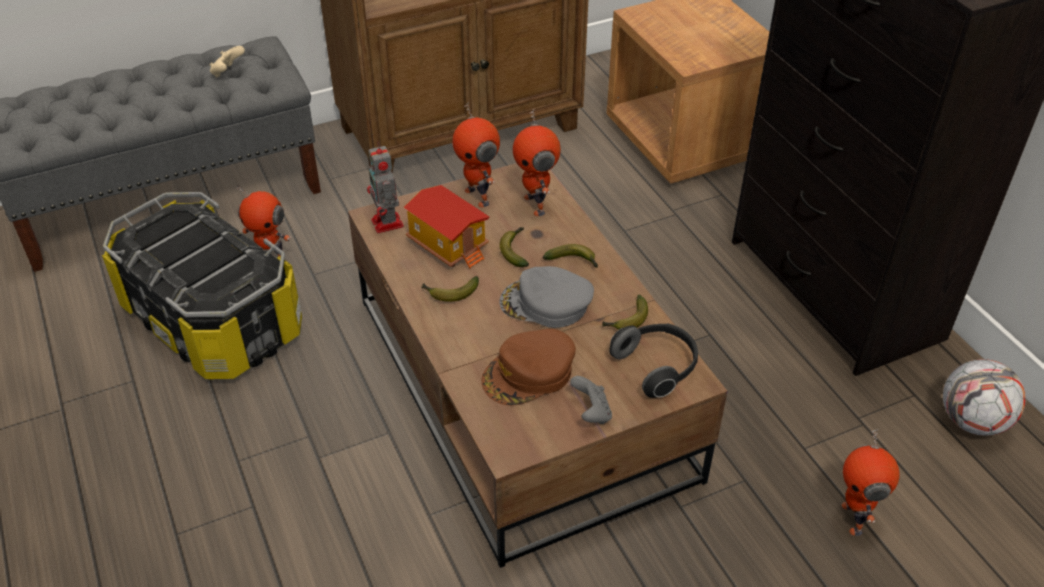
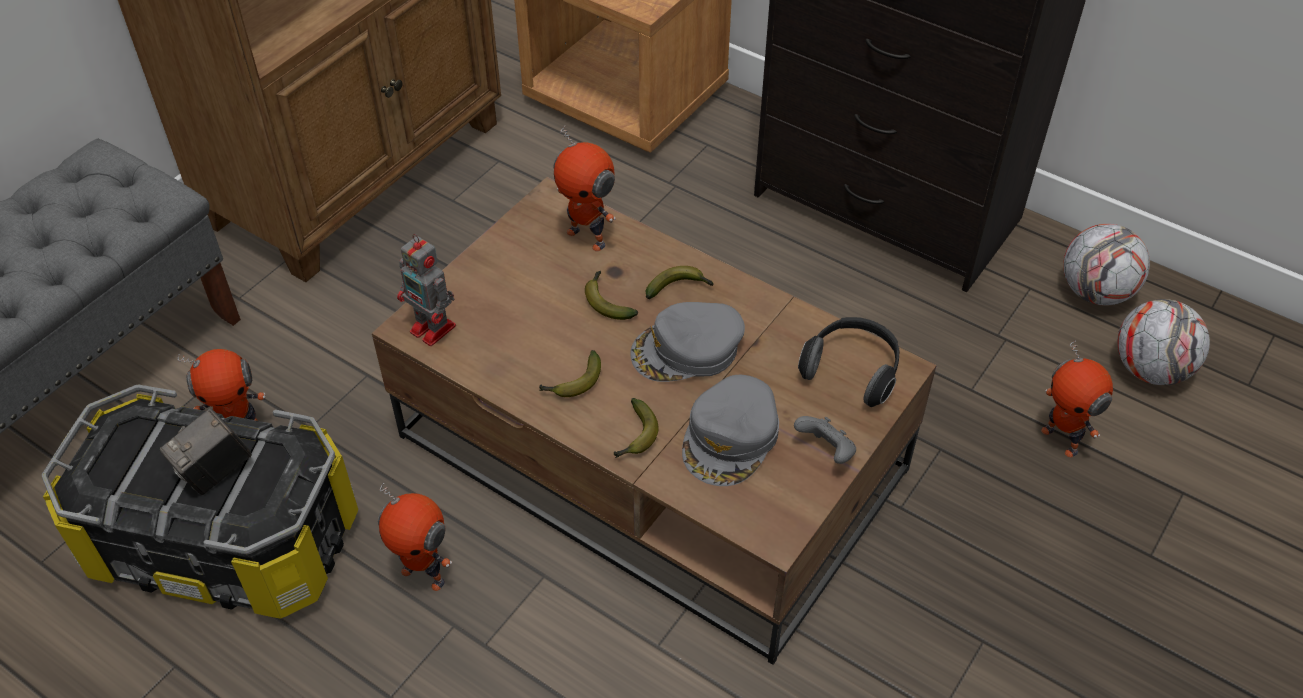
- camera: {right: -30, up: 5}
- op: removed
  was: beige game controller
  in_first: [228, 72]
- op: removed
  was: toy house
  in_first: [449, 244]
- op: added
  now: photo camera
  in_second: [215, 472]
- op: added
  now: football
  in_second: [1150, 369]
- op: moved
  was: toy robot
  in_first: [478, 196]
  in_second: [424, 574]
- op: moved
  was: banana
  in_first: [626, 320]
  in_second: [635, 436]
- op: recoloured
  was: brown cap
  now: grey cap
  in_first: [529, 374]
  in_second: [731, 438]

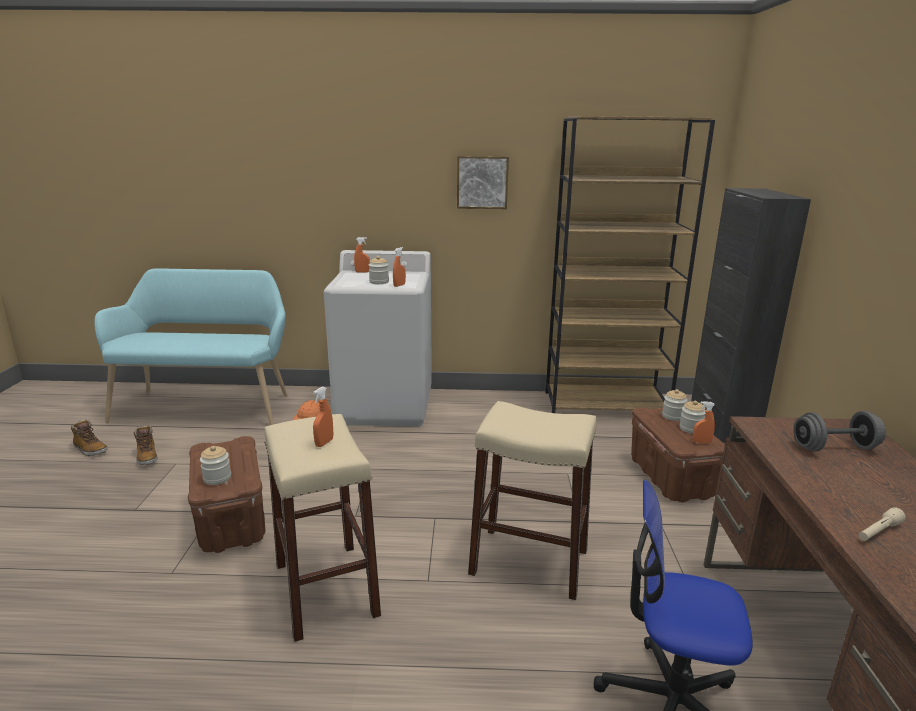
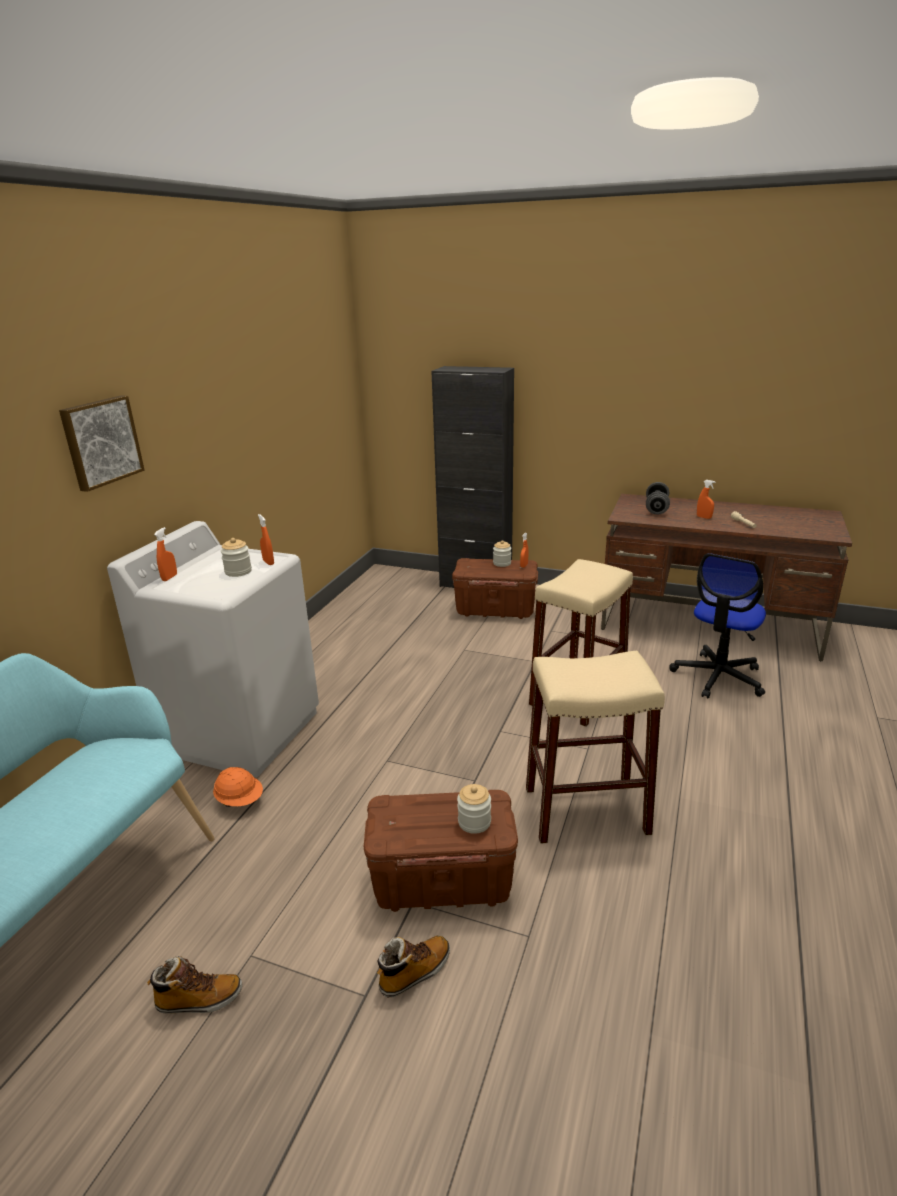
- camera: {right: -70, up: 5}
- op: removed
  was: brown bookcase
  in_first: [605, 405]
- op: removed
  was: jar
  in_first: [673, 416]
- op: moved
  was: boot
  in_first: [90, 450]
  in_second: [415, 972]
- op: moved
  was: orange spray bottle
  in_first: [324, 443]
  in_second: [704, 517]
- op: moved
  was: picture
  in_first: [482, 182]
  in_second: [101, 442]

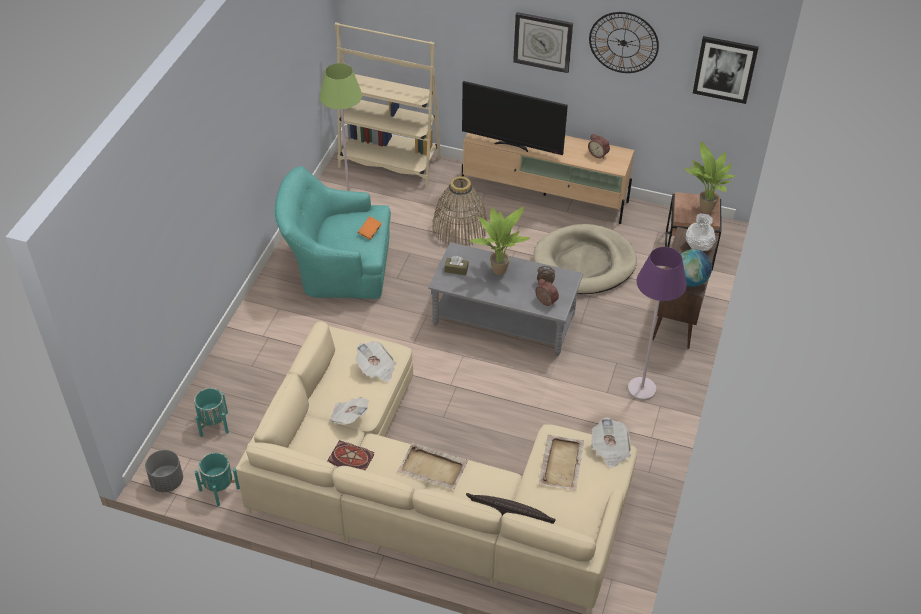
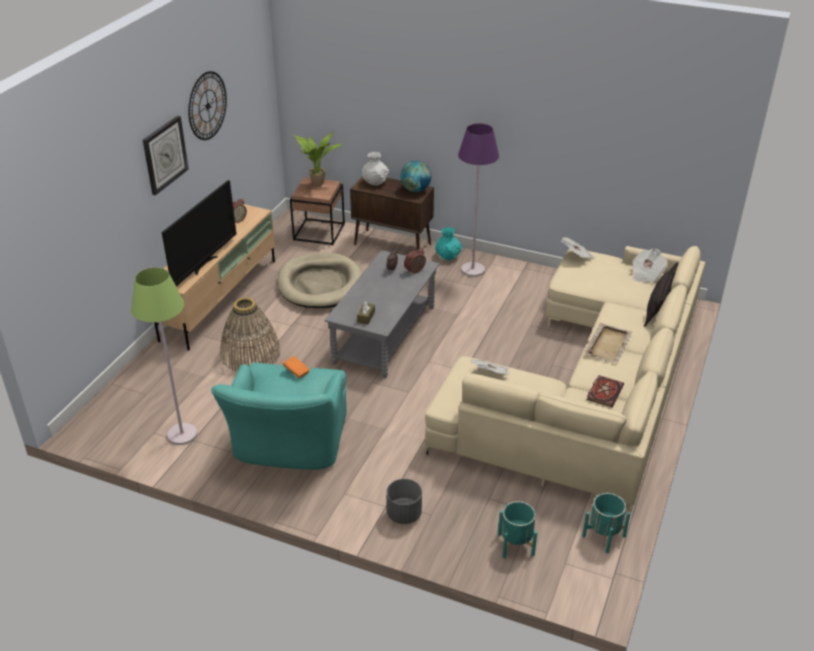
- camera: {right: -85, up: -10}
- op: removed
  was: beige bookcase
  in_first: [389, 162]
- op: removed
  was: potted plant
  in_first: [498, 269]
- op: removed
  was: beige tray
  in_first: [561, 463]
- op: removed
  was: picture
  in_first: [725, 69]
- op: added
  now: turquoise vase
  in_second: [448, 256]
- op: moved
  was: grey planter
  in_first: [167, 481]
  in_second: [404, 514]
- op: moved
  was: newspaper
  in_first: [349, 417]
  in_second: [646, 274]

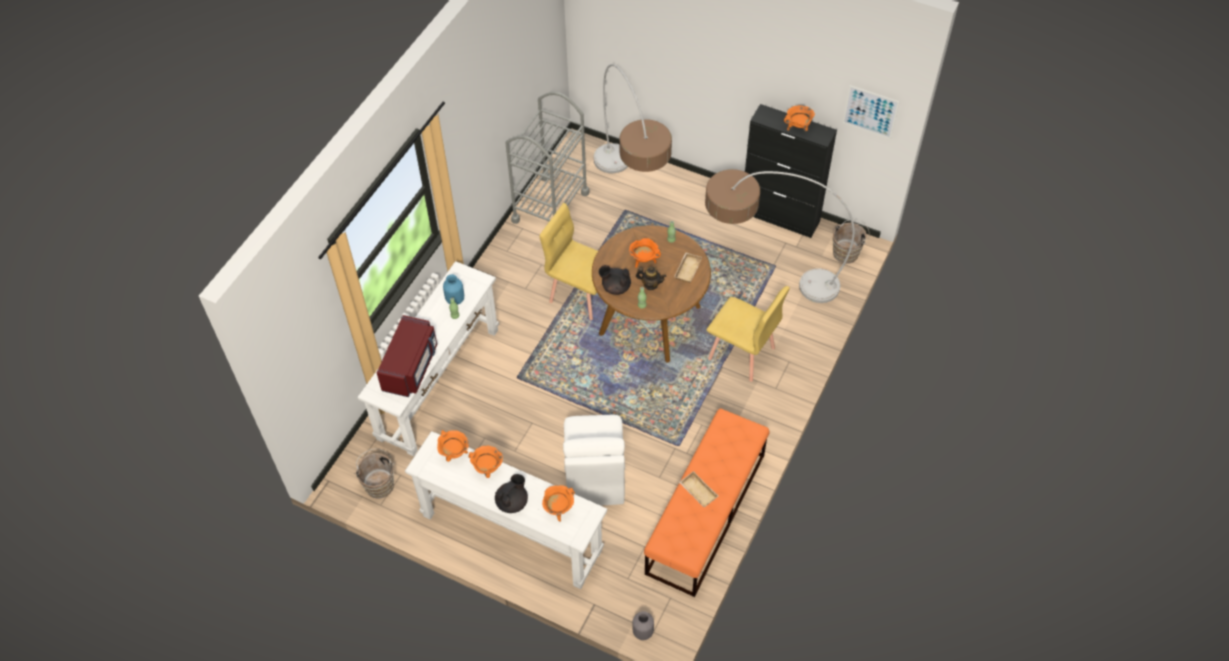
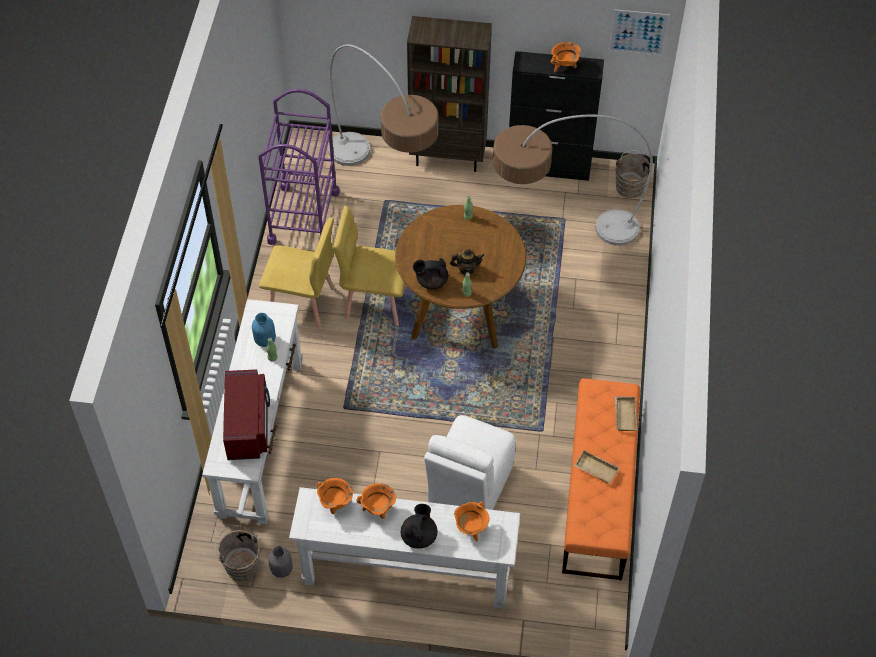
- camera: {right: -20, up: 0}
- op: removed
  was: orange cooking pot
  in_first: [644, 261]
- op: added
  now: brown bookcase
  in_second: [448, 157]
- op: moved
  was: grey vase
  in_first: [642, 631]
  in_second: [281, 569]
- op: moved
  was: beige tray
  in_first: [687, 269]
  in_second: [624, 415]
- op: moved
  was: yellow chair
  in_first: [741, 354]
  in_second: [302, 303]
- op: recoloured
  was: grey cart
  now: purple cart
  in_first: [550, 206]
  in_second: [303, 217]
- op: turned
  was: white chair
  in_first: [594, 476]
  in_second: [469, 488]
  clockwise: 45

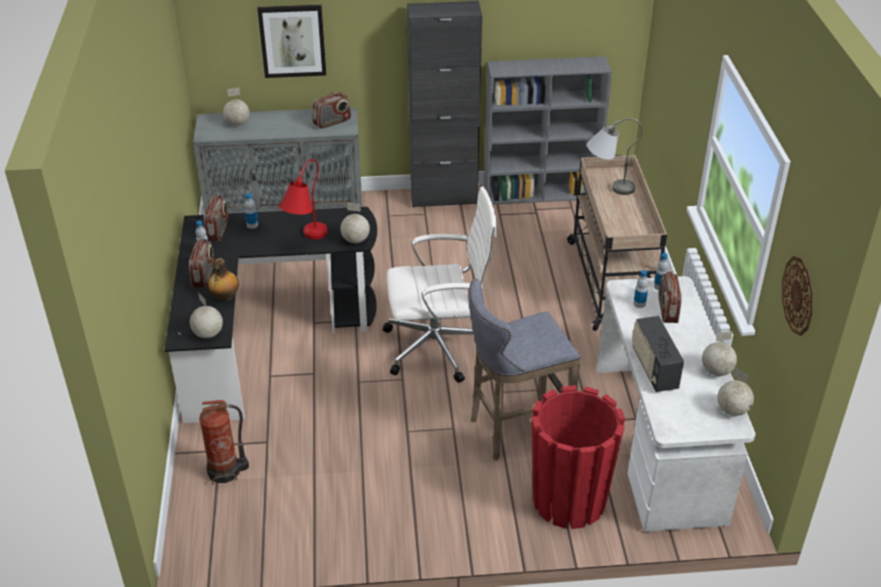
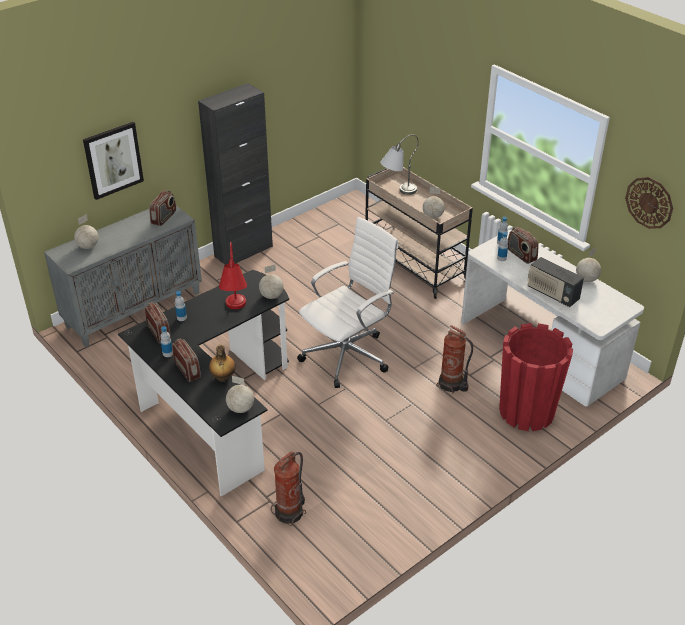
- camera: {right: -35, up: 0}
- op: removed
  was: grey bookcase
  in_first: [541, 193]
- op: moved
  was: globe
  in_first: [732, 410]
  in_second: [432, 216]
- op: replaced
  was: grey stool
  now: fire extinguisher
  in_first: [515, 430]
  in_second: [451, 385]

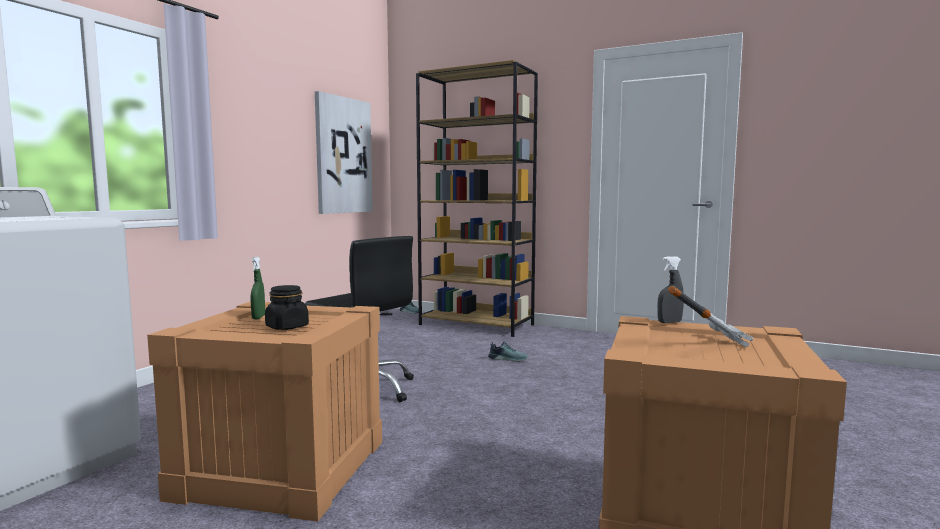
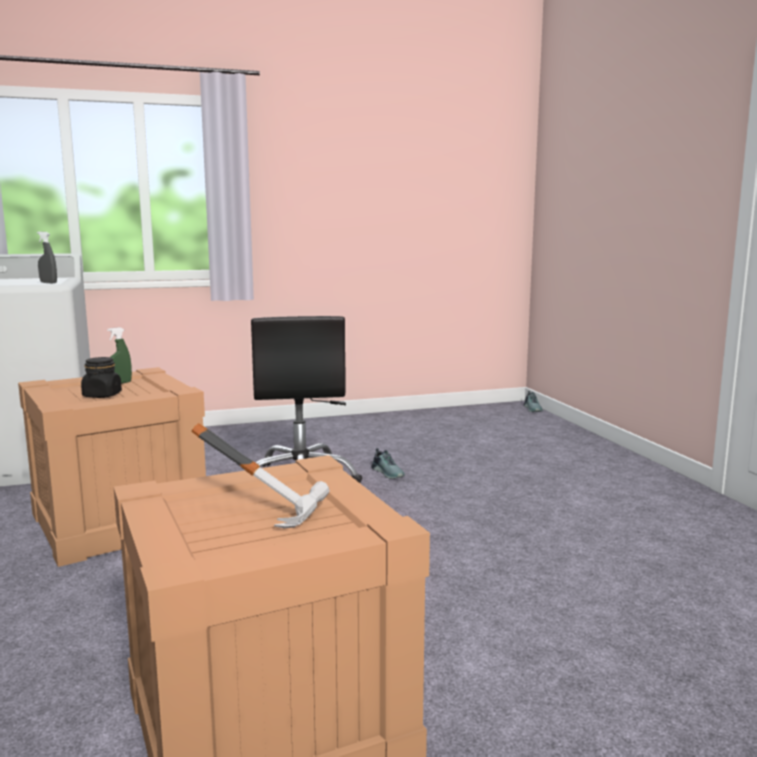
- camera: {right: 45, up: 5}
- op: removed
  was: picture
  in_first: [343, 155]
- op: removed
  was: brown bookcase
  in_first: [477, 324]
- op: moved
  was: shoe
  in_first: [508, 359]
  in_second: [389, 473]
- op: moved
  was: grey spray bottle
  in_first: [669, 322]
  in_second: [48, 283]

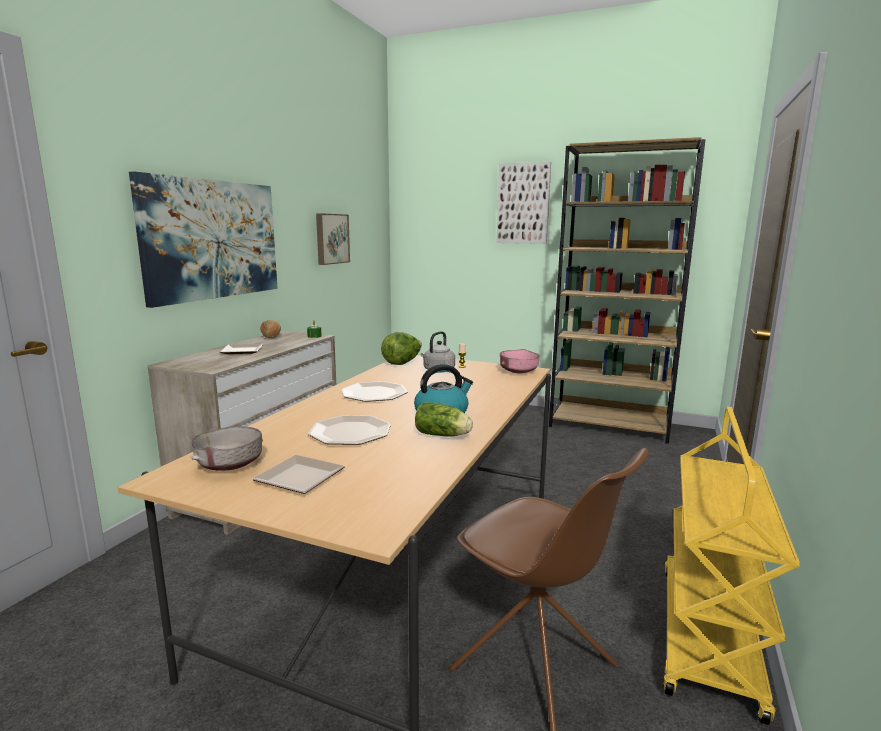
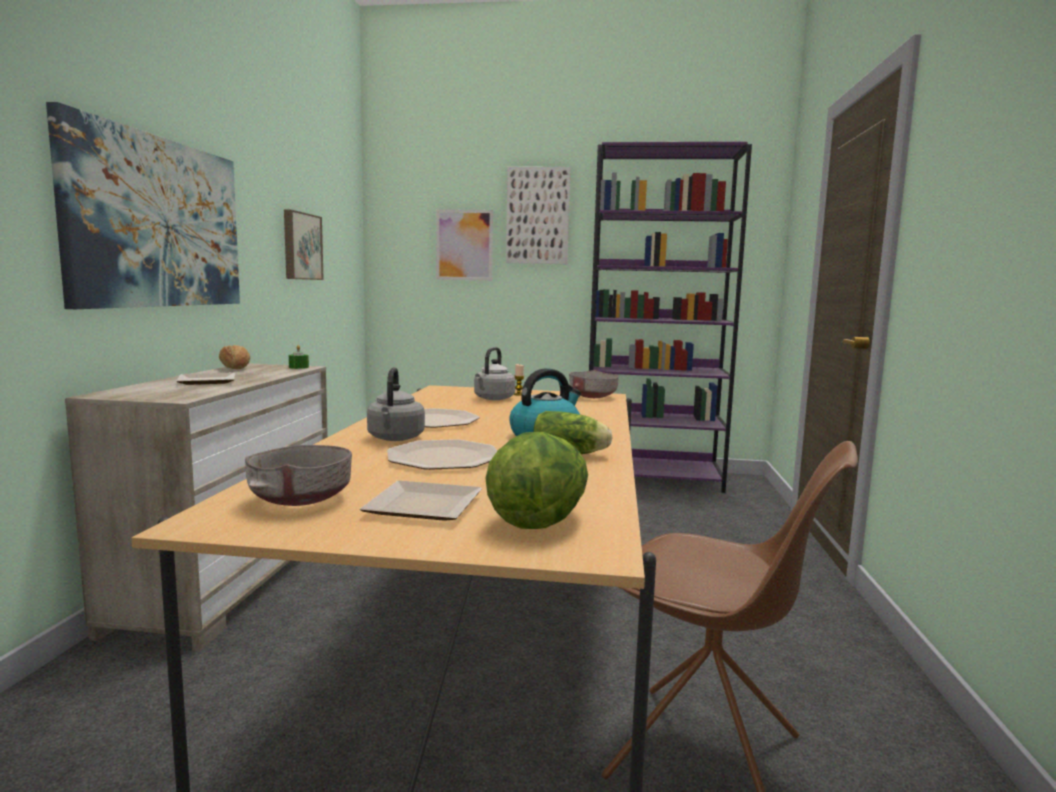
- camera: {right: -15, up: -5}
- op: removed
  was: yellow cart
  in_first: [709, 638]
- op: added
  now: grey kettle
  in_second: [395, 439]
- op: added
  now: picture
  in_second: [464, 245]
- op: moved
  was: lettuce
  in_first: [402, 363]
  in_second: [539, 519]
- op: recoloured
  was: pink bowl
  now: grey bowl
  in_first: [518, 371]
  in_second: [592, 397]
- op: recoloured
  was: brown bookcase
  now: purple bookcase
  in_first: [610, 425]
  in_second: [652, 478]

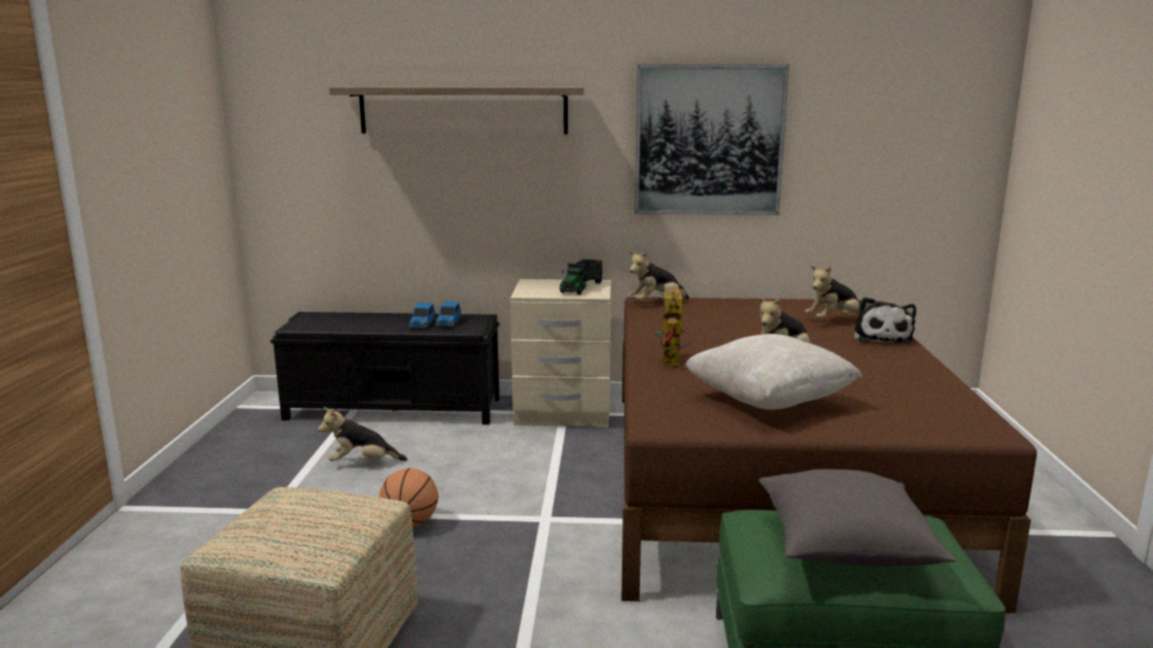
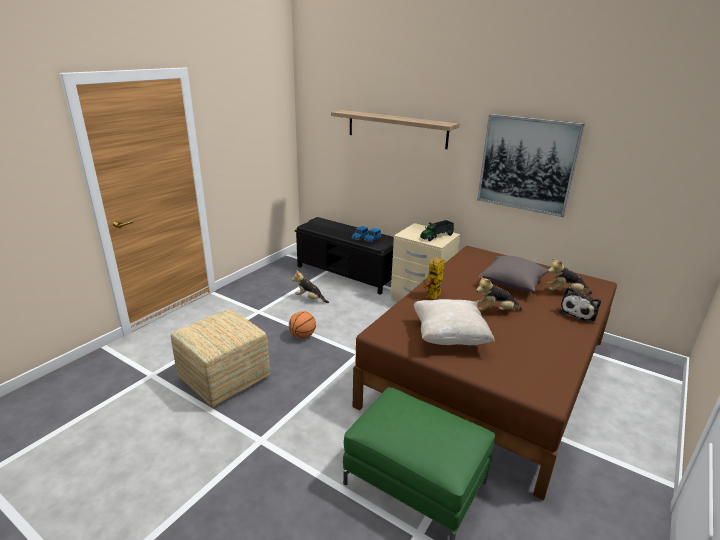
- camera: {right: 30, up: 10}
- op: removed
  was: plush toy
  in_first: [656, 303]
- op: moved
  was: grey pillow
  in_first: [845, 547]
  in_second: [512, 283]

